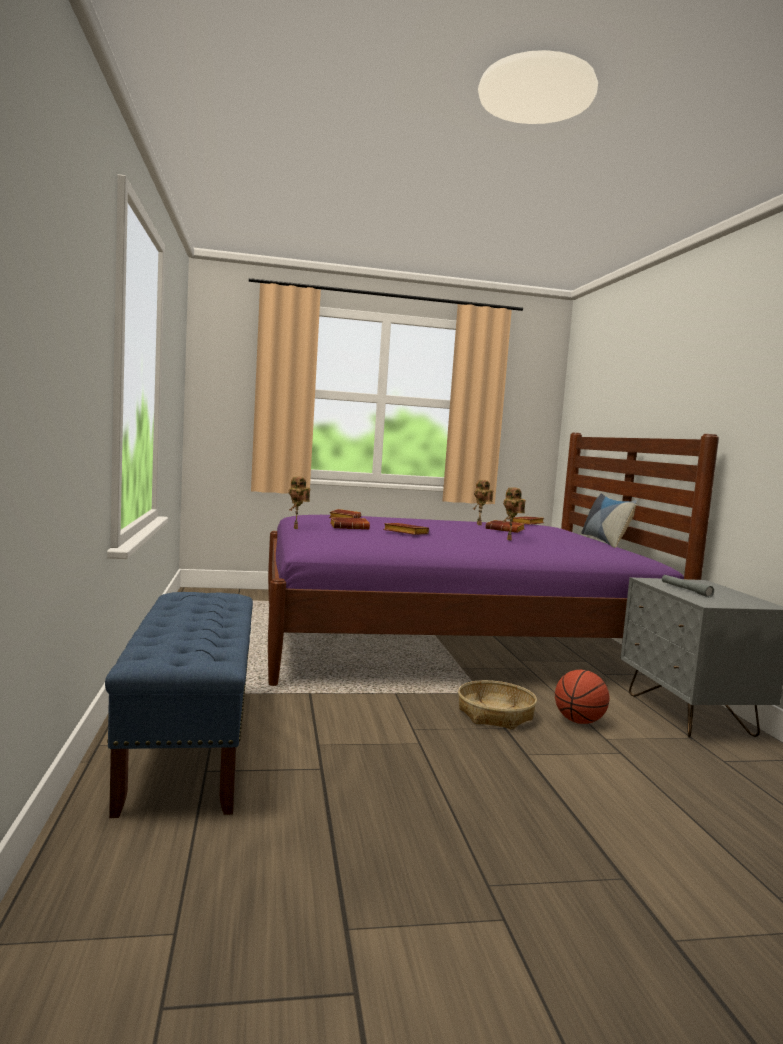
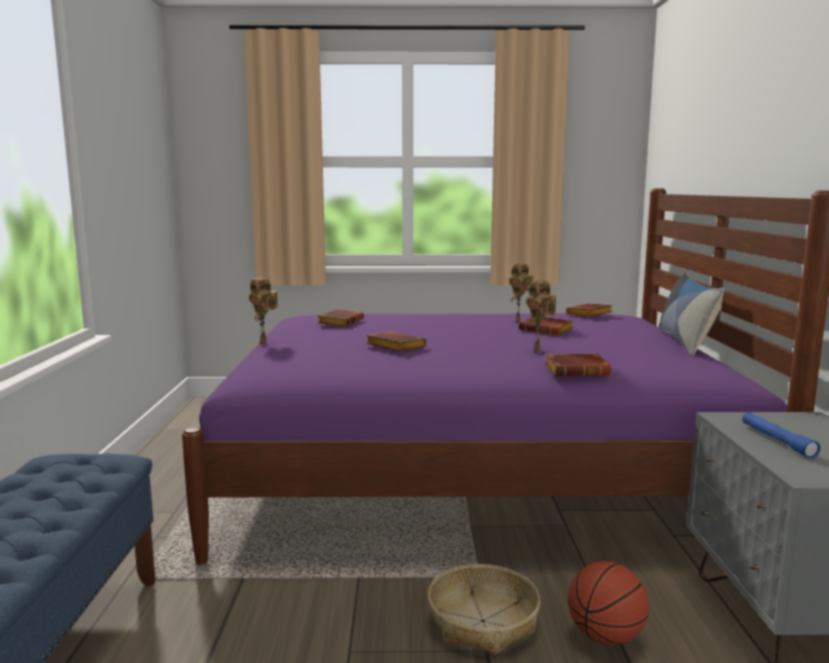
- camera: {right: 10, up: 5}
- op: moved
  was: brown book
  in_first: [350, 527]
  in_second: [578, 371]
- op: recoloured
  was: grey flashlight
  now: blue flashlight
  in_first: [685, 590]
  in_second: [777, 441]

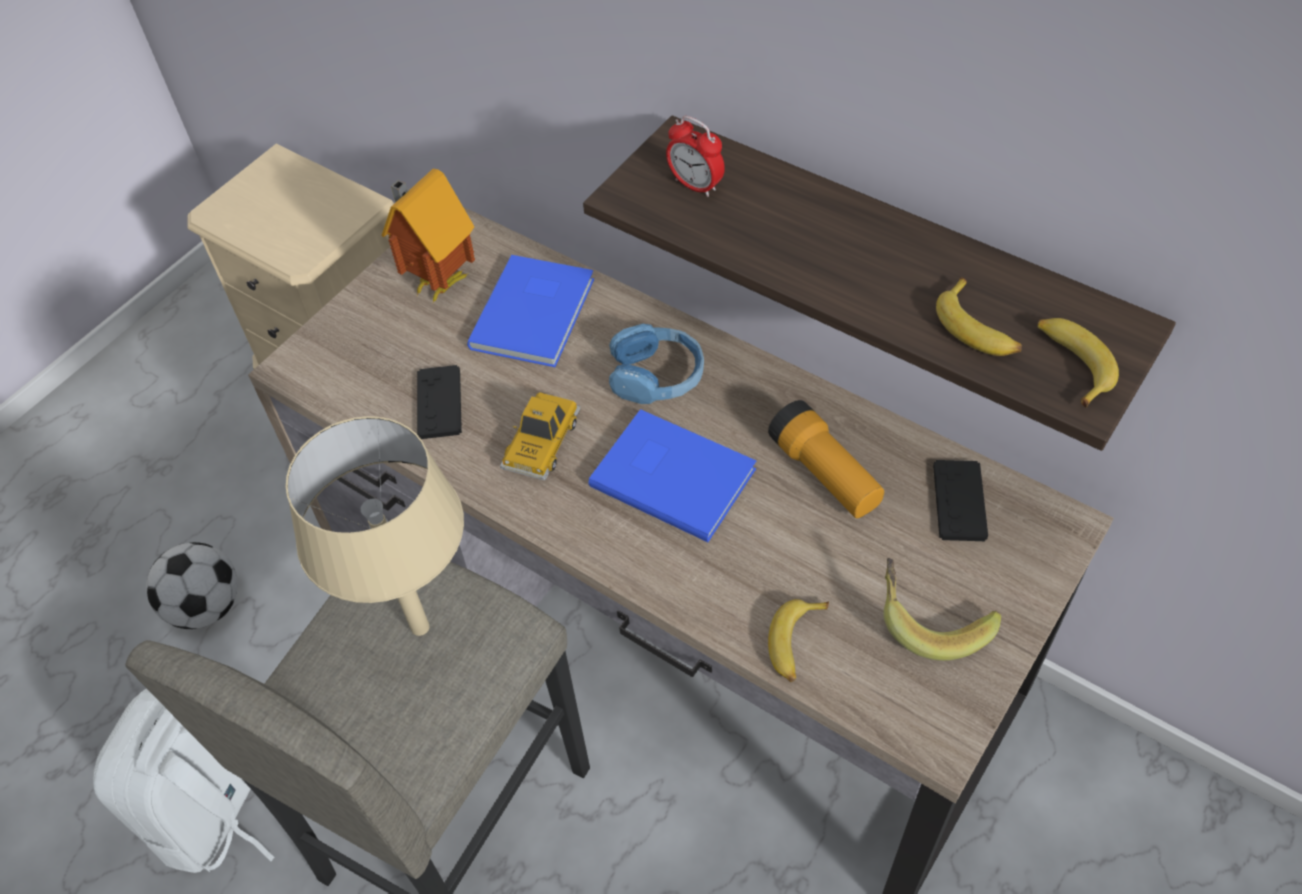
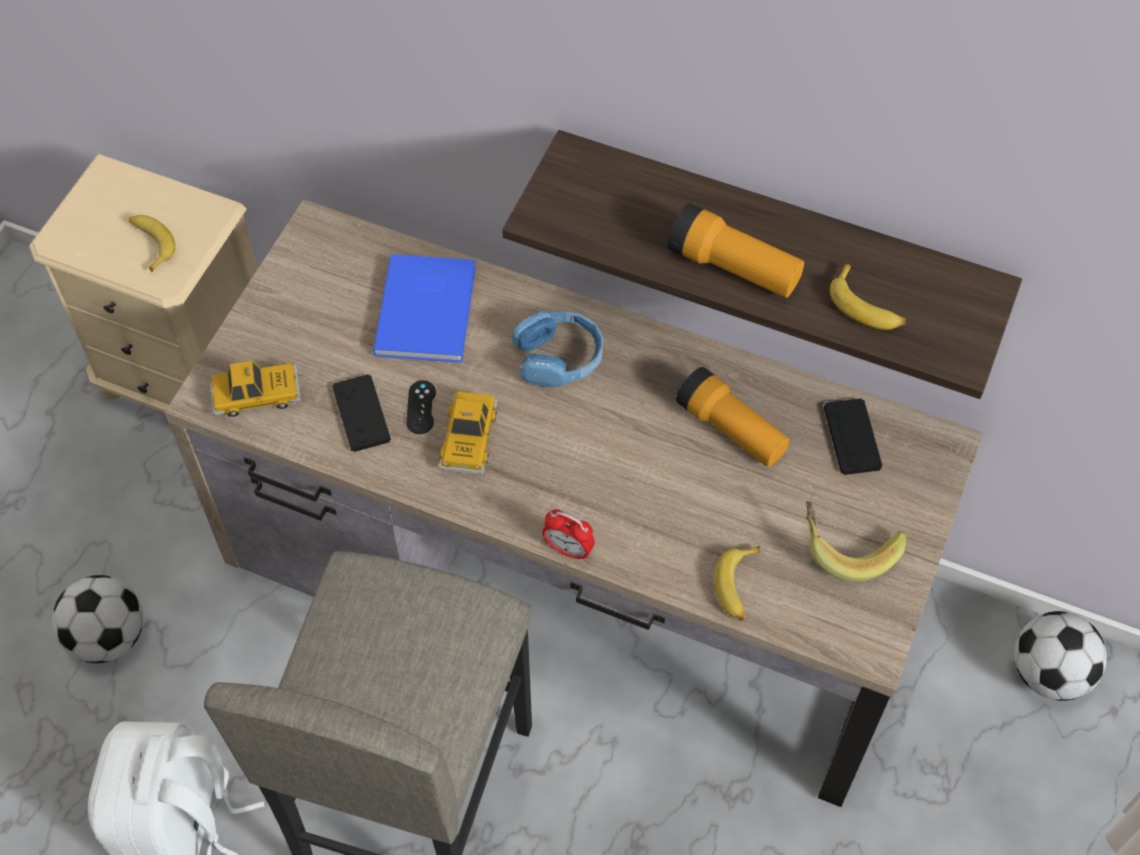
- camera: {right: -15, up: 5}
- op: removed
  was: beige table lamp
  in_first: [419, 626]
- op: removed
  was: toy house
  in_first: [438, 283]
- op: removed
  was: blue book
  in_first: [672, 474]
- op: added
  now: toy car
  in_second: [256, 394]
- op: added
  now: black game controller
  in_second: [421, 407]
- op: added
  now: flashlight
  in_second: [733, 267]
- op: added
  now: football
  in_second: [1048, 673]
- op: moved
  was: alarm clock
  in_first: [695, 185]
  in_second: [568, 549]
- op: moved
  was: banana
  in_first: [1071, 364]
  in_second: [150, 244]

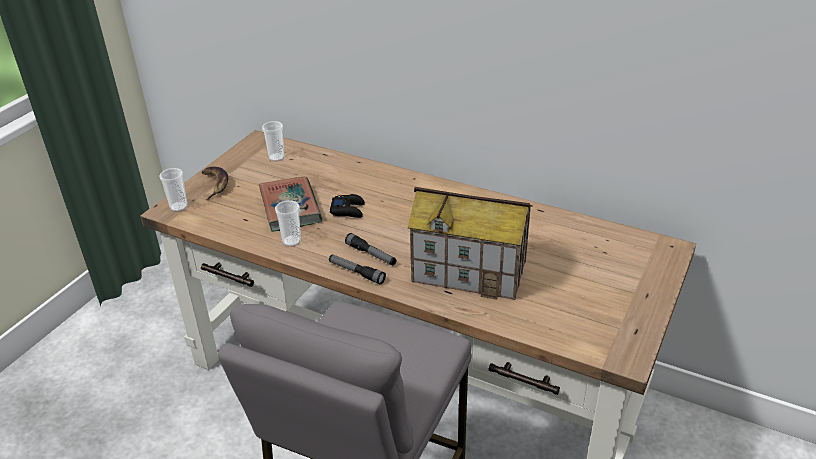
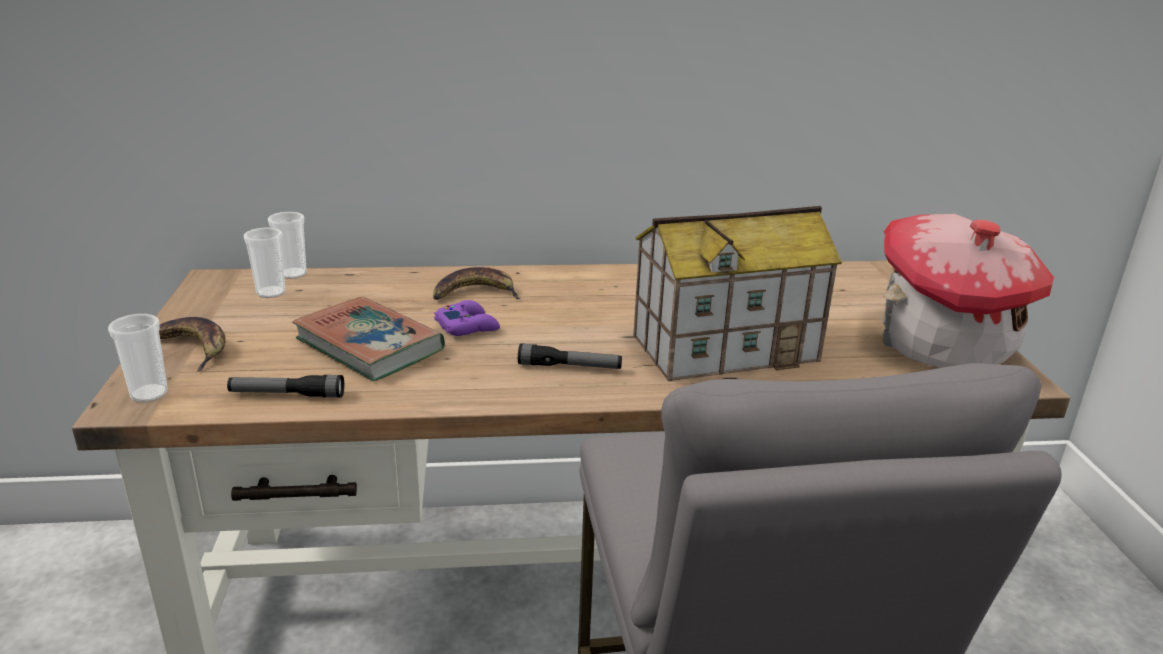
- camera: {right: -35, up: -10}
- op: added
  now: banana
  in_second: [475, 293]
- op: added
  now: toy house
  in_second: [942, 344]
- op: moved
  was: cup
  in_first: [292, 241]
  in_second: [293, 274]
- op: moved
  was: flashlight
  in_first: [356, 273]
  in_second: [287, 395]
- op: recoloured
  was: black game controller
  now: purple game controller
  in_first: [348, 210]
  in_second: [467, 326]

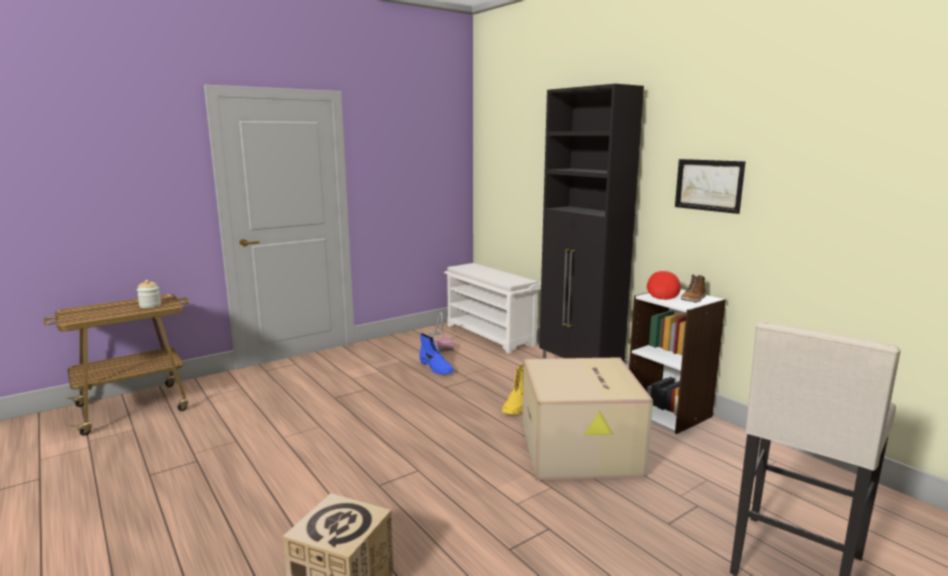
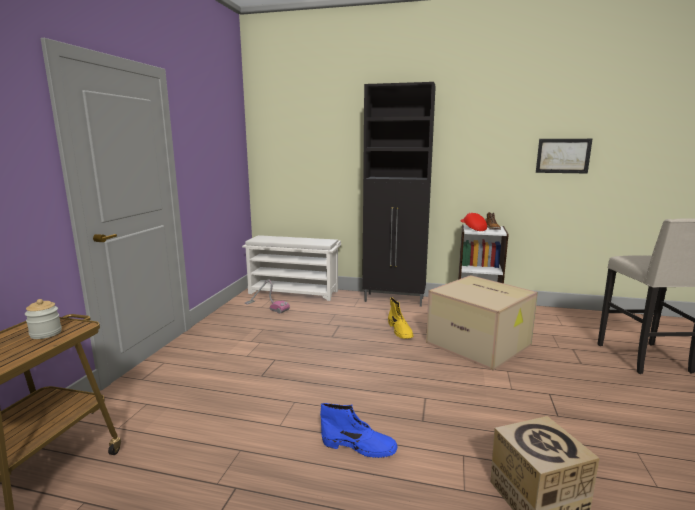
- camera: {right: -40, up: 0}
- op: moved
  was: blue boot
  in_first: [436, 368]
  in_second: [359, 447]
- op: moved
  was: picture
  in_first: [708, 185]
  in_second: [563, 156]

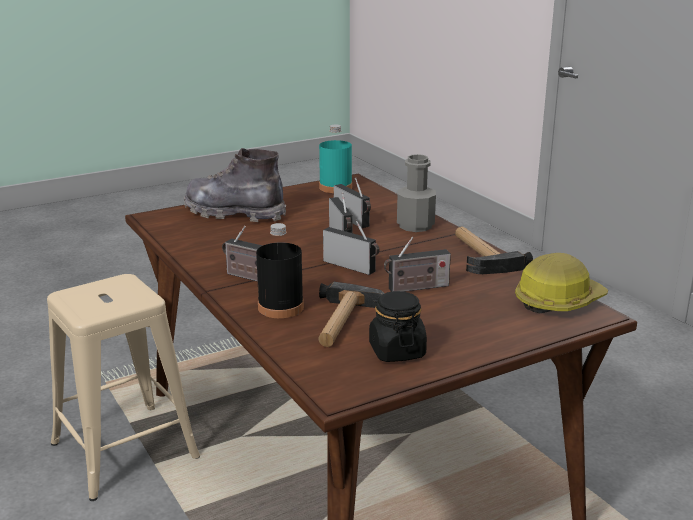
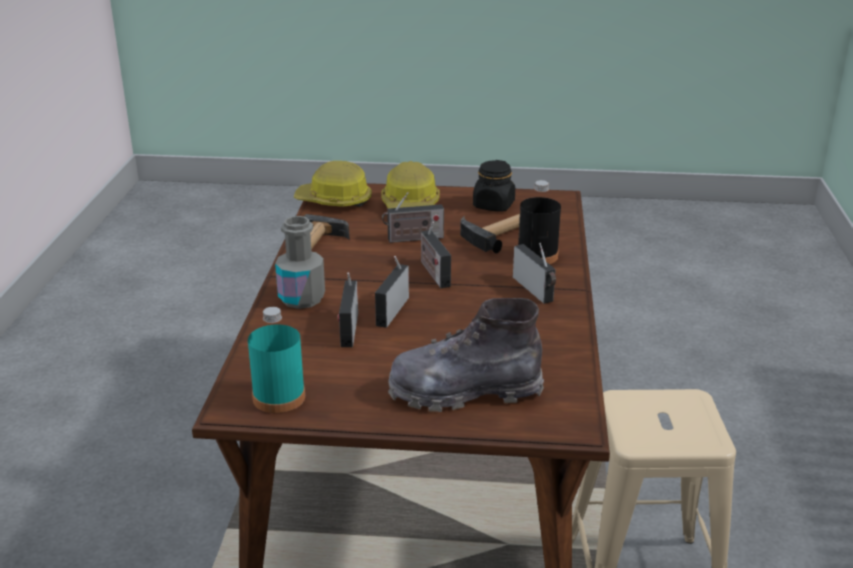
- camera: {right: -145, up: 5}
- op: added
  now: hard hat
  in_second: [411, 206]
- op: turned
  was: grey boot
  in_first: [235, 213]
  in_second: [464, 391]
  clockwise: 120
- op: turned
  was: radio
  in_first: [416, 288]
  in_second: [413, 239]
  clockwise: 150

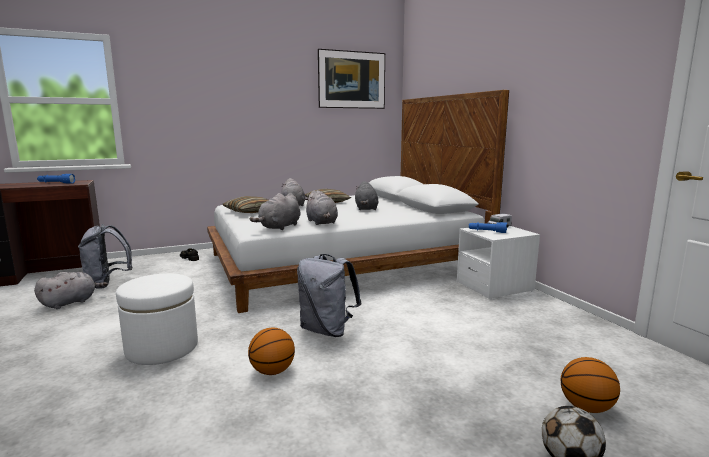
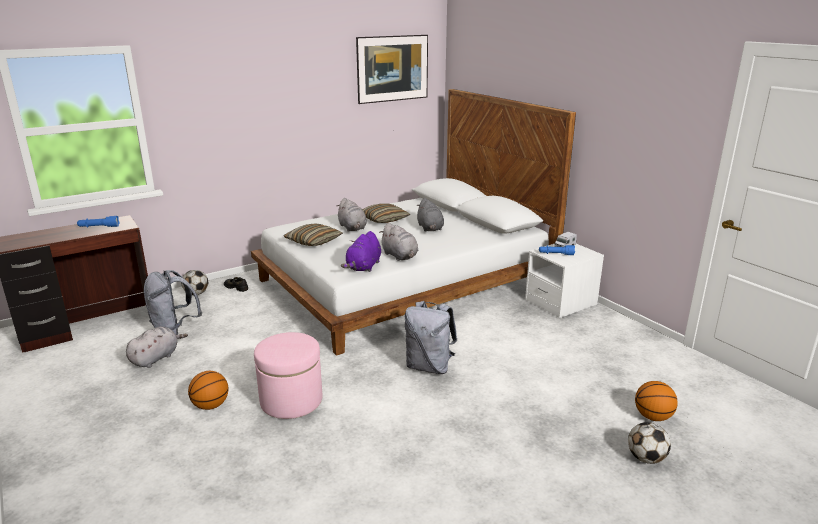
- camera: {right: -10, up: 10}
- op: added
  now: football
  in_second: [196, 293]
- op: moved
  was: basketball
  in_first: [272, 371]
  in_second: [210, 405]
- op: recoloured
  was: white ottoman
  now: pink ottoman
  in_first: [162, 348]
  in_second: [291, 400]
- op: recoloured
  was: grey plush toy
  now: purple plush toy
  in_first: [279, 227]
  in_second: [363, 267]

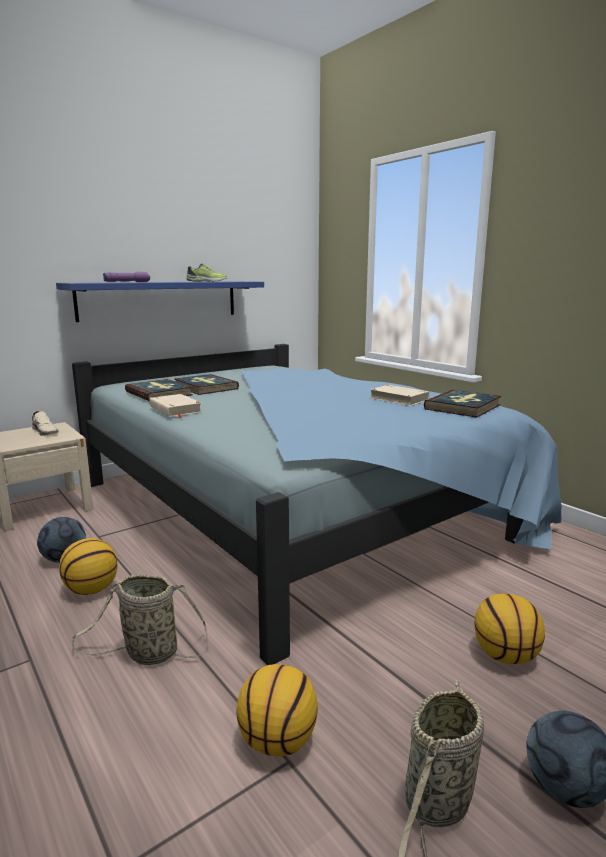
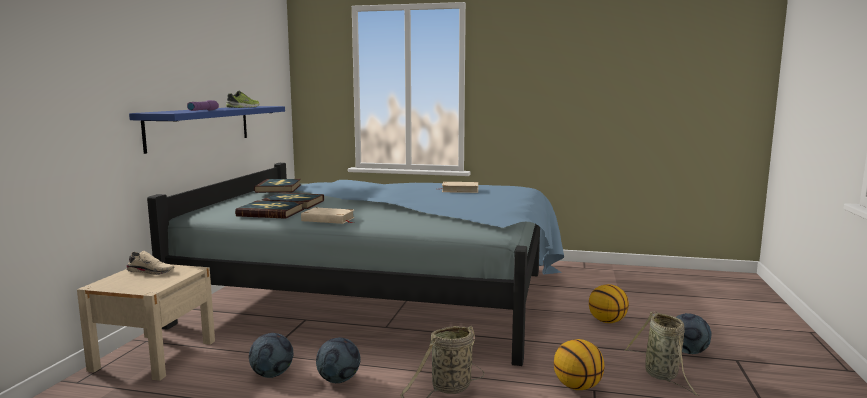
- camera: {right: -40, up: -5}
- op: moved
  was: book
  in_first: [463, 407]
  in_second: [279, 188]
- op: replaced
  was: basketball
  now: football
  in_first: [91, 590]
  in_second: [339, 380]

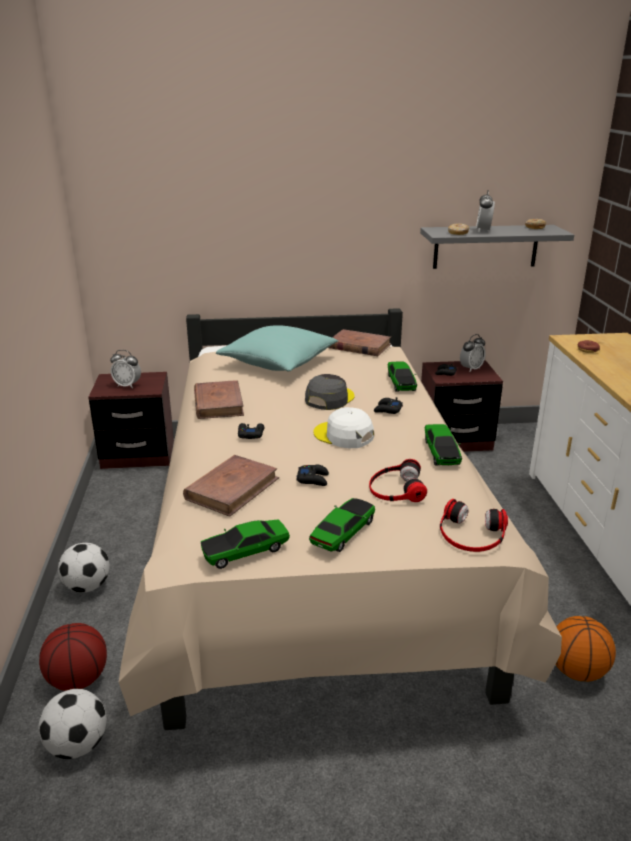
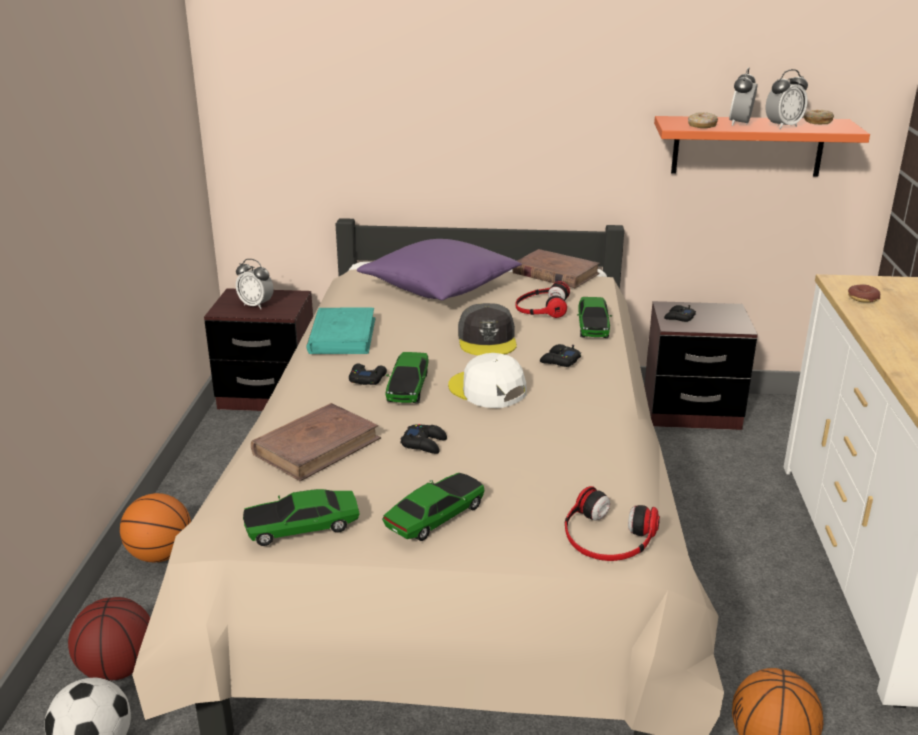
- camera: {right: 10, up: 0}
- op: moved
  was: headphones
  in_first: [396, 488]
  in_second: [541, 307]
- op: moved
  was: toy car
  in_first: [441, 452]
  in_second: [408, 387]
- op: moved
  was: alarm clock
  in_first: [471, 369]
  in_second: [783, 126]
- op: replaced
  was: football
  now: basketball
  in_first: [87, 586]
  in_second: [160, 555]
- op: recoloured
  was: brown book
  now: turquoise book
  in_first: [218, 403]
  in_second: [342, 336]
- op: recoloured
  was: turquoise pillow
  now: purple pillow
  in_first: [278, 363]
  in_second: [440, 288]
- op: recoloured
  was: grey shelf
  now: orange shelf
  in_first: [485, 246]
  in_second: [747, 146]
- op: turned
  was: grey cap
  in_first: [329, 398]
  in_second: [487, 340]
  clockwise: 135

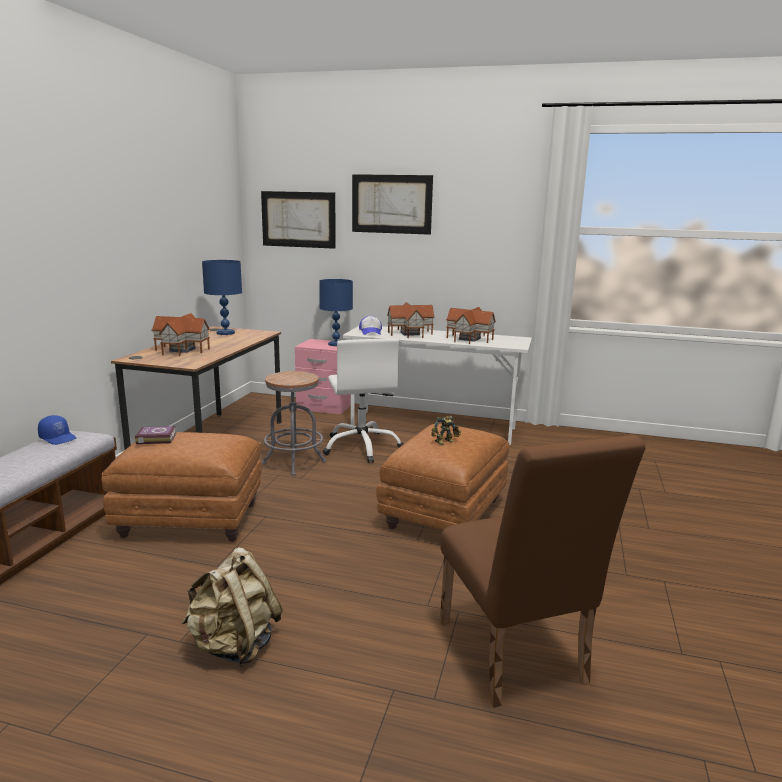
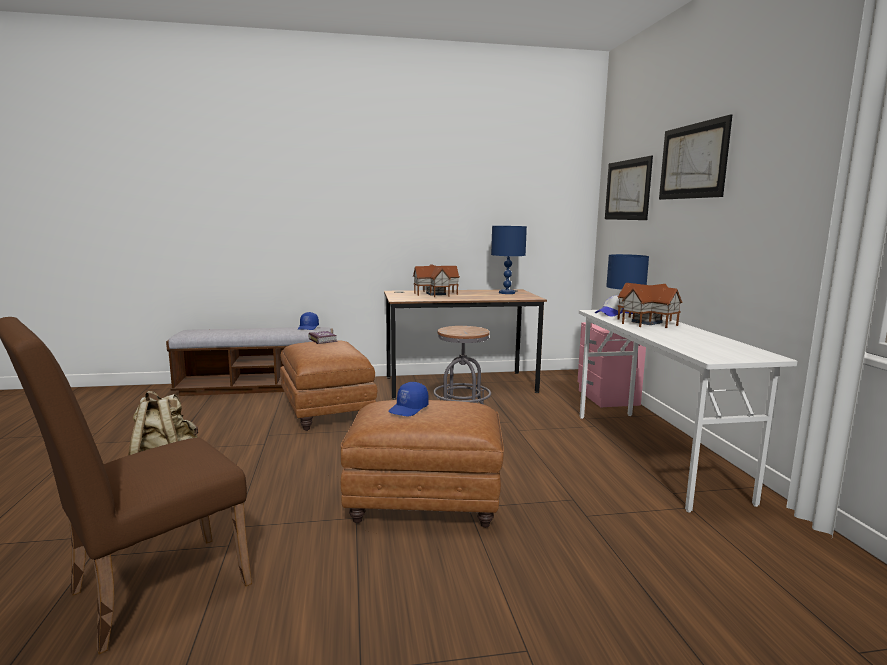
- camera: {right: 65, up: -5}
- op: removed
  was: white office chair
  in_first: [362, 446]
- op: removed
  was: toy house
  in_first: [470, 339]
- op: replaced
  was: toy robot
  now: blue cap
  in_first: [445, 442]
  in_second: [409, 409]

